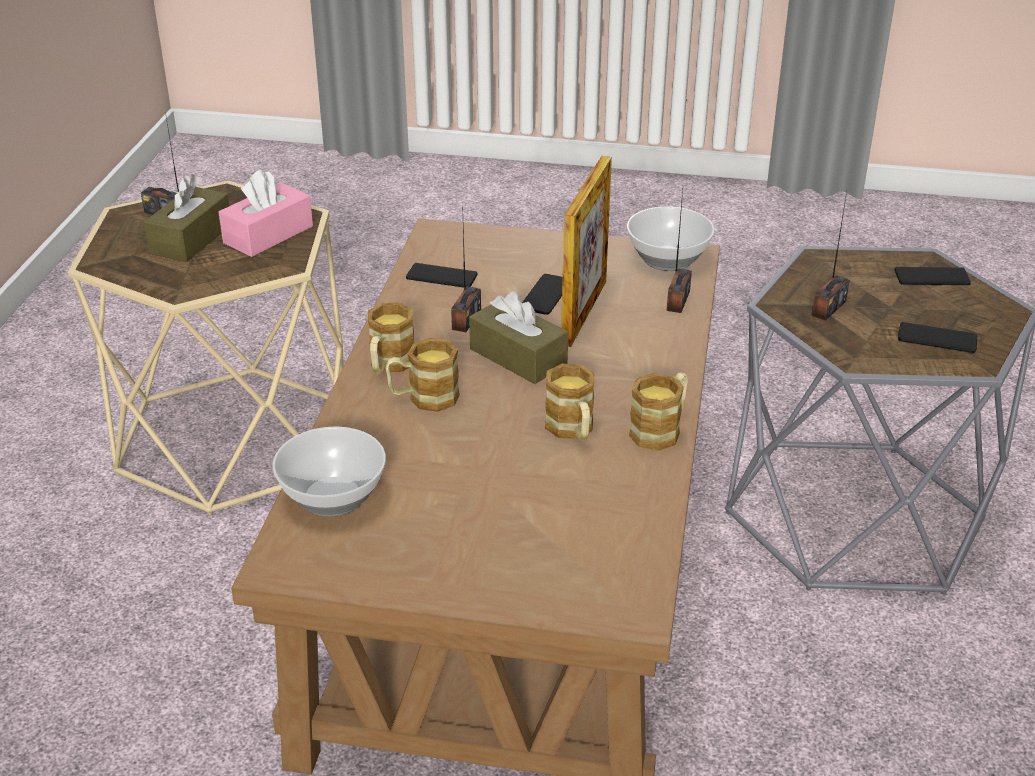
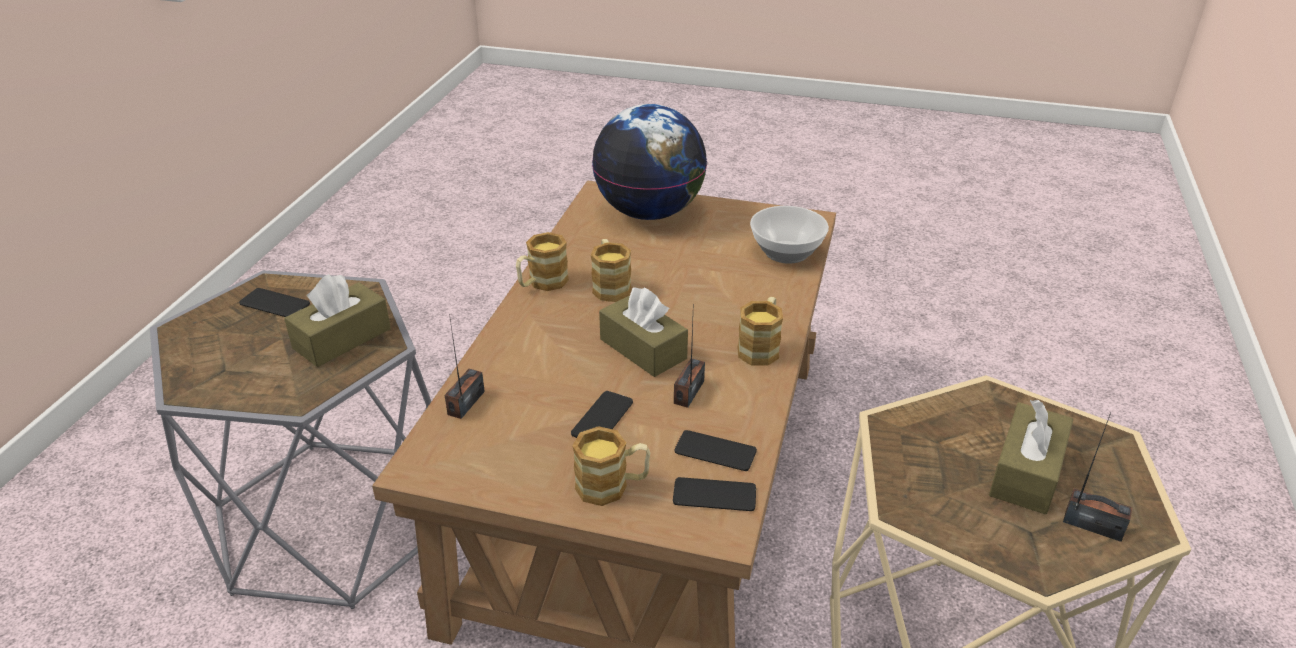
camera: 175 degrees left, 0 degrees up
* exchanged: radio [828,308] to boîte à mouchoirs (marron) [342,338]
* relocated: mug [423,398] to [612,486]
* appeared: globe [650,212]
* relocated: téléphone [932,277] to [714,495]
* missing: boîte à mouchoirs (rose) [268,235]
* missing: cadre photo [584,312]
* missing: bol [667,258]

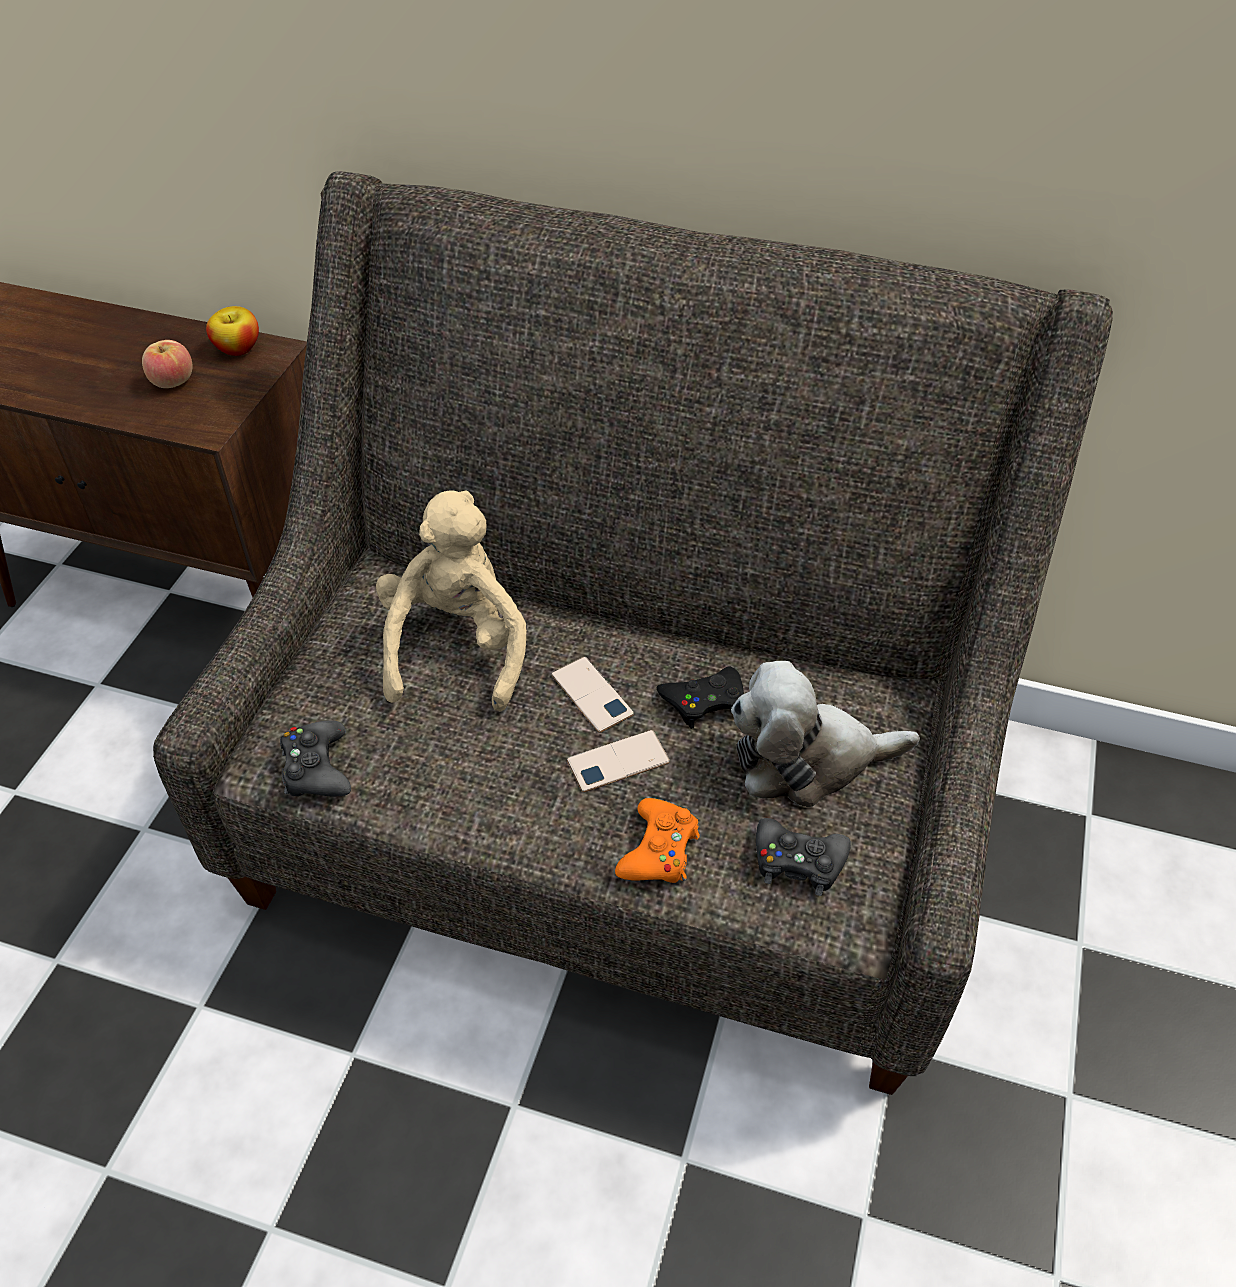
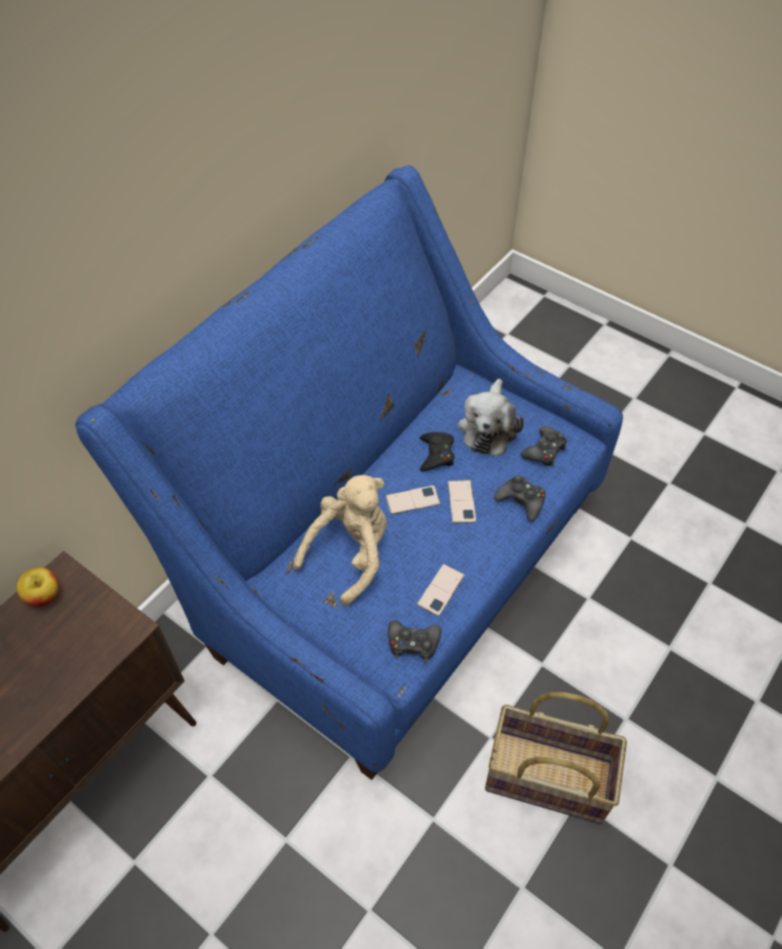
camera: 70 degrees left, 5 degrees up
* colour: canapé (gris) [618,817] to canapé (bleu) [389,565]
* spun: peluche (beige) [456,648] = [350,554] 105 degrees clockwise
* appeared: téléphone [441,590]
* appeared: panier [546,778]
* colour: manette (orange) [659,850] to manette (noir) [521,501]
* missing: pomme [172,382]

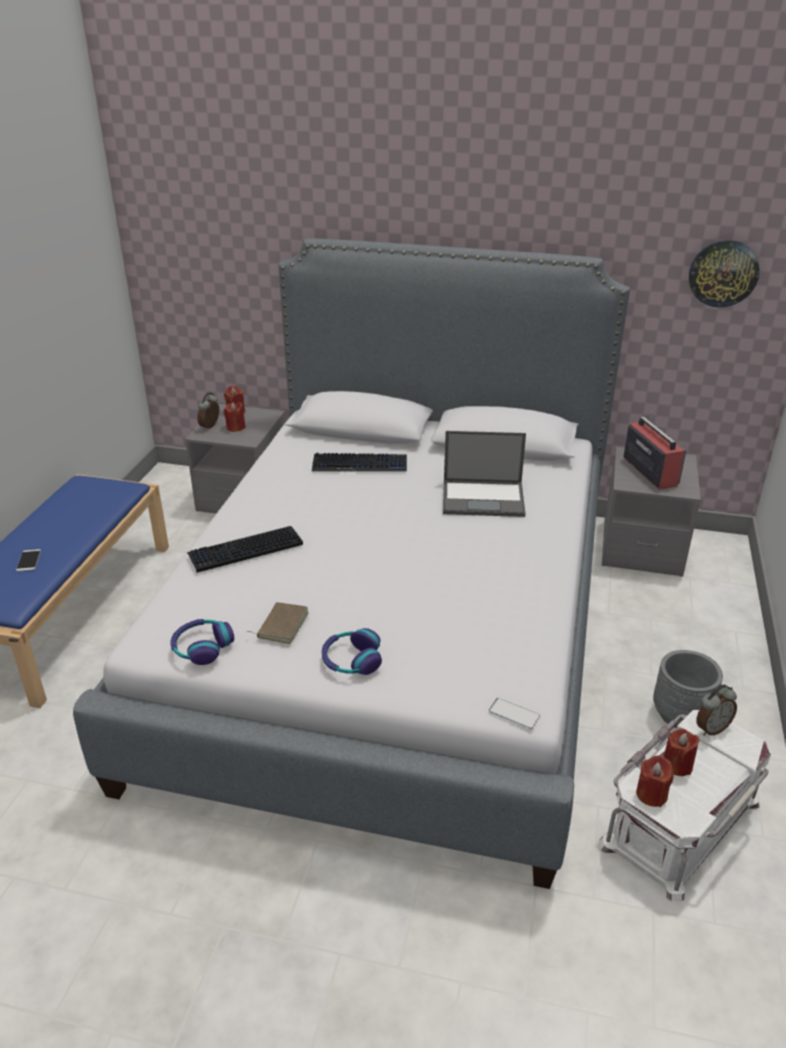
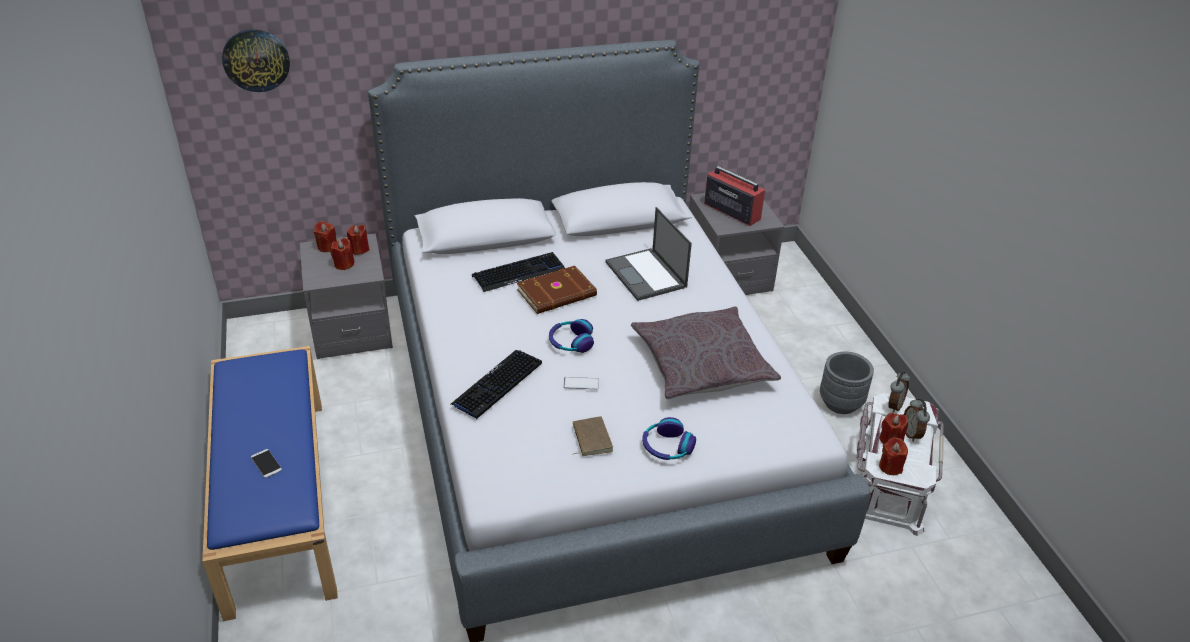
camera: 30 degrees left, 5 degrees up
* relocated: horloge murale [723,273] to [256,60]
* appeared: bougie (rouge) [359,249]
* appeared: livre (marron) [557,293]
* relocated: casque audio [202,647] to [571,342]
* relocated: téléphone [514,713] to [581,383]
* spun: ordinateur portable [484,498] = [646,275] 90 degrees clockwise
* appeared: coussin (gris) [701,364]
* relocated: réveil [211,427] to [912,434]

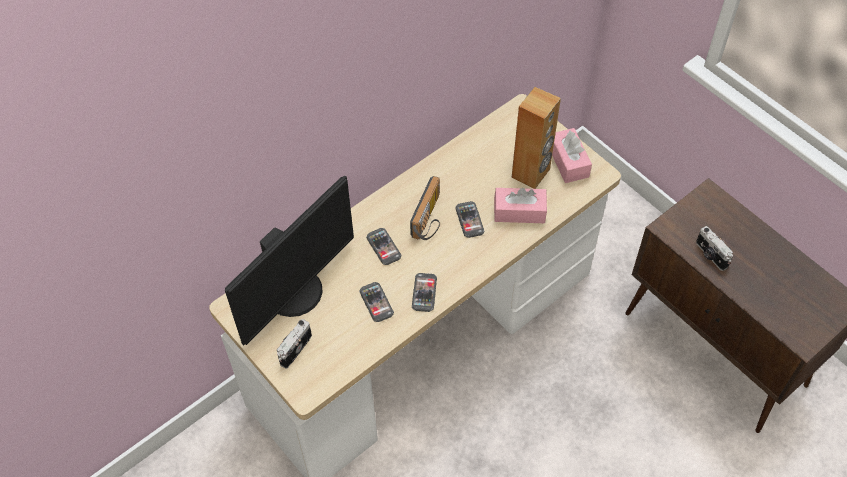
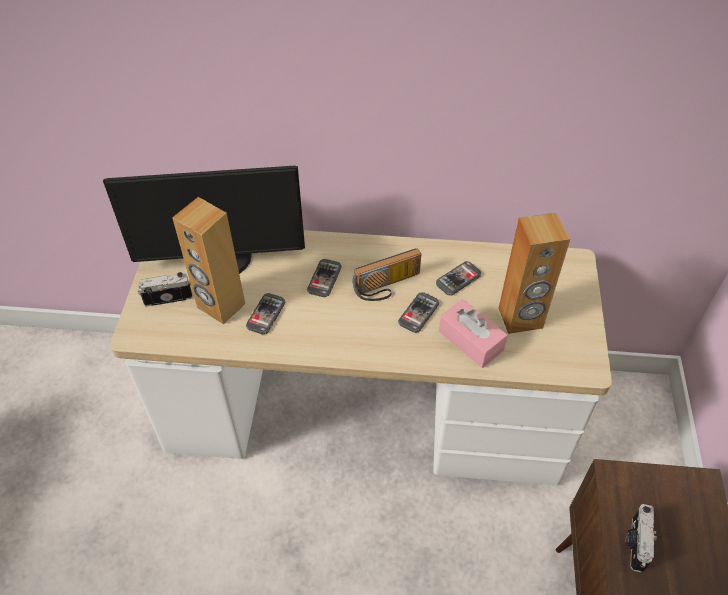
camera: 45 degrees right, 5 degrees down
* appeared: enceinte (marron) [220,306]
* relocated: téléphone [424,293] to [458,279]
* missing: boîte à mouchoirs (rose) [568,162]

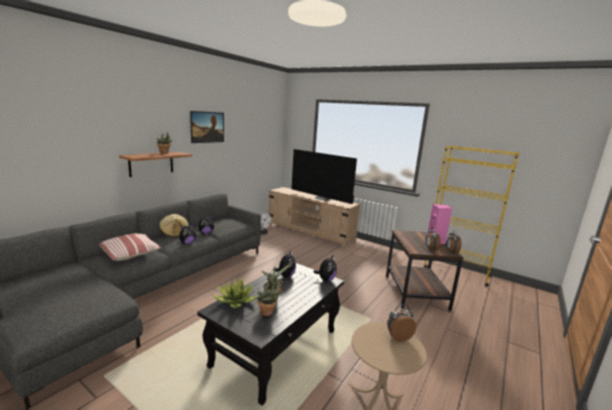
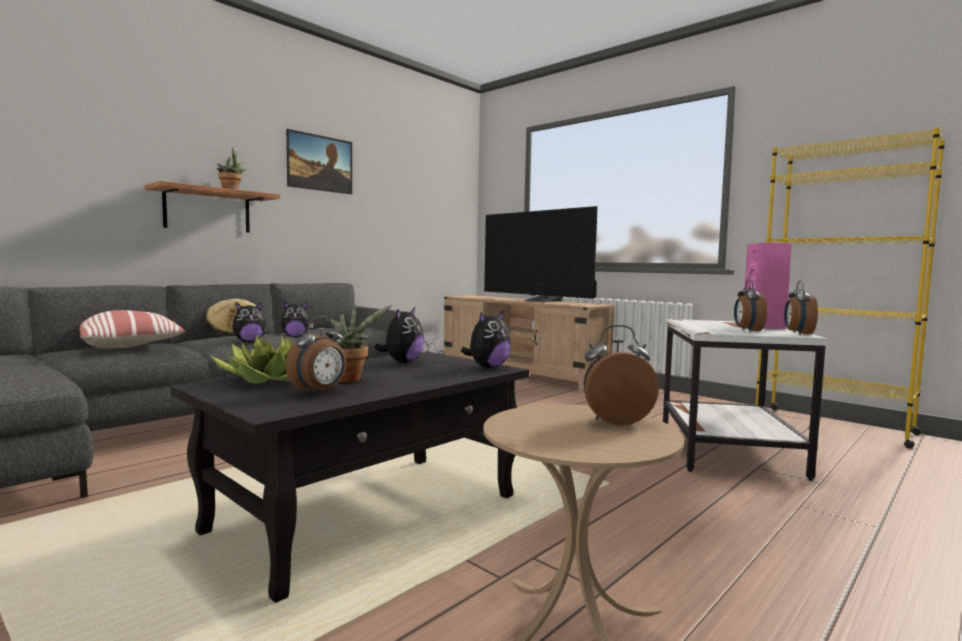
camera: 10 degrees right, 10 degrees down
* exchanged: plante en pot [268,313] to réveil [319,392]
* colour: table d'appoint (marron) [416,293] to table d'appoint (blanc) [729,451]

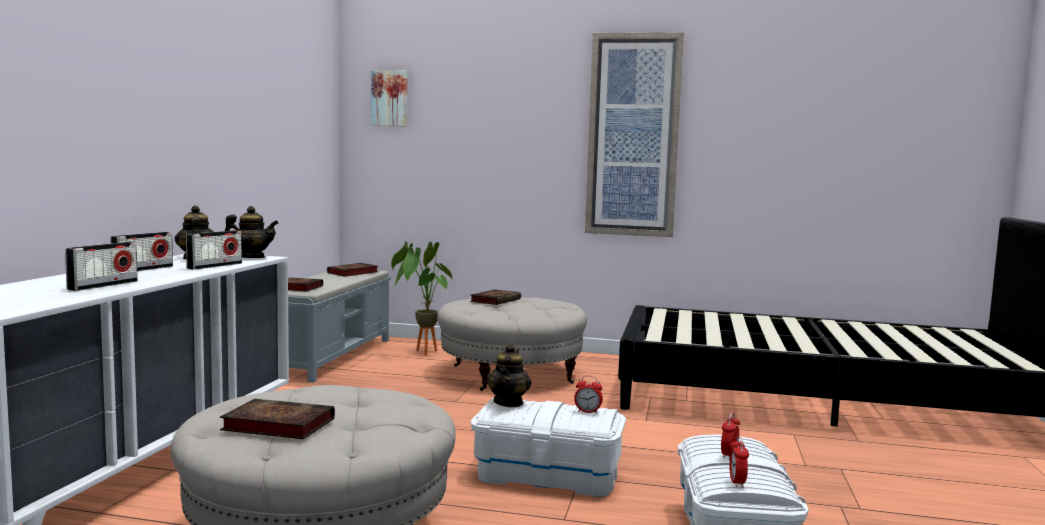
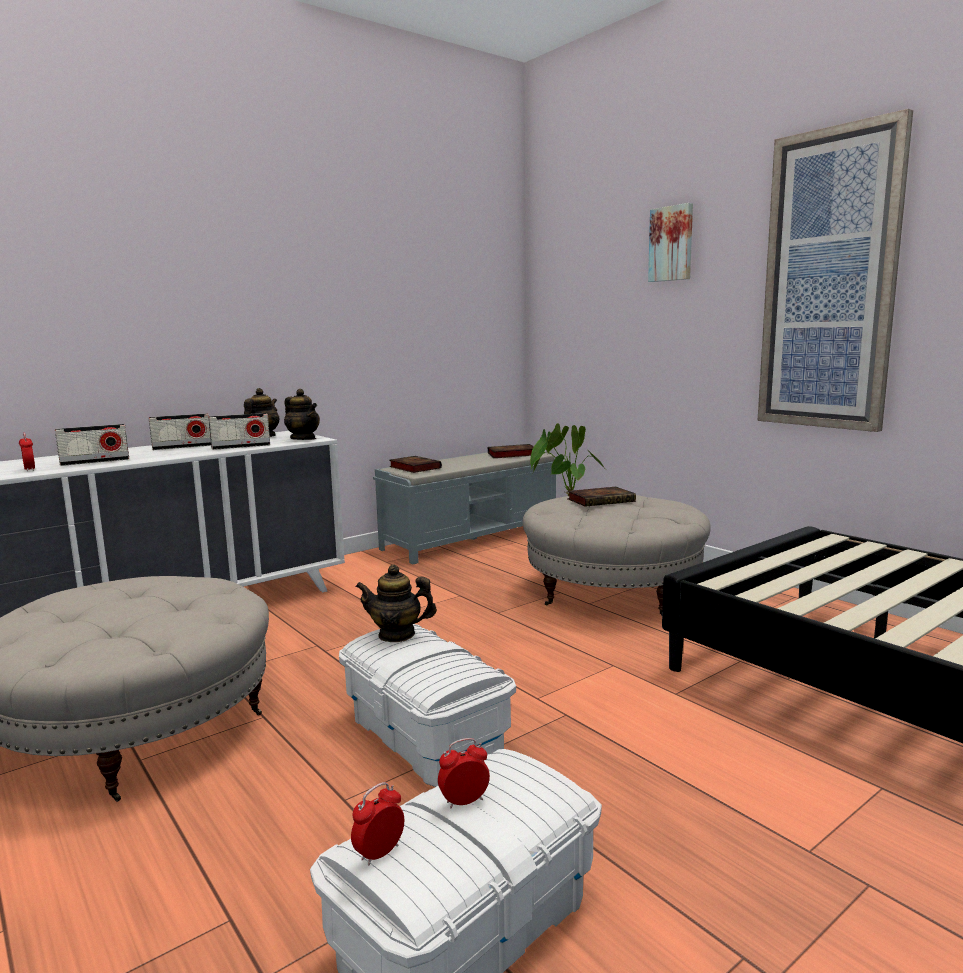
camera: 40 degrees right, 5 degrees up
* relocated: réveil [588,412] to [29,469]
* spun: théière [508,402] = [397,635] 45 degrees clockwise
* relocated: tableau [390,98] to [672,244]
* missing: livre [275,425]

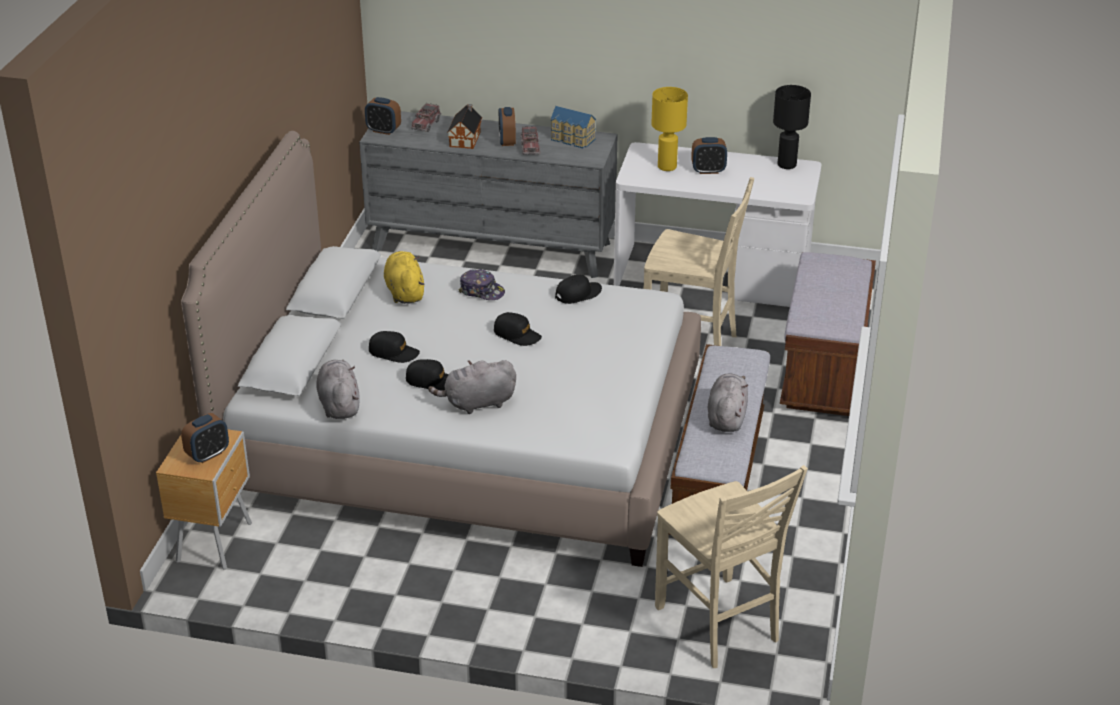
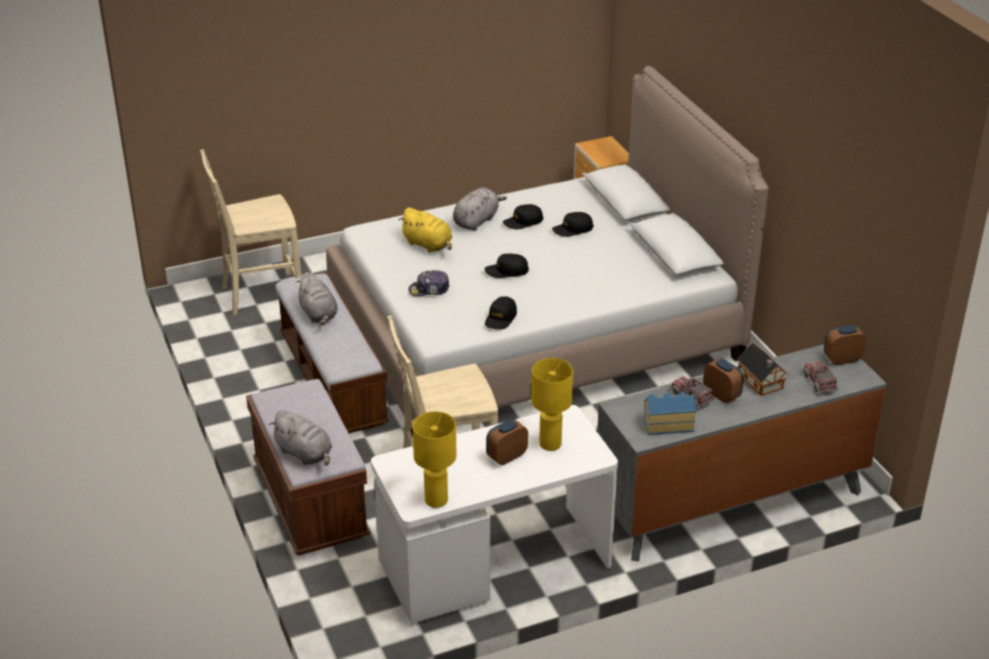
camera: 145 degrees right, 0 degrees up
* spun: chaise (beige) [719,625] = [260,295] 45 degrees counterclockwise
* relocated: peluche (gris) [339,404] to [305,454]
* relocated: peluche (jaune) [404,292] to [428,245]
* relocated: casquette [482,291] to [429,290]
* colour: lampe de table (noir) [786,165] to lampe de table (jaune) [436,500]
* missing: réveil [208,454]

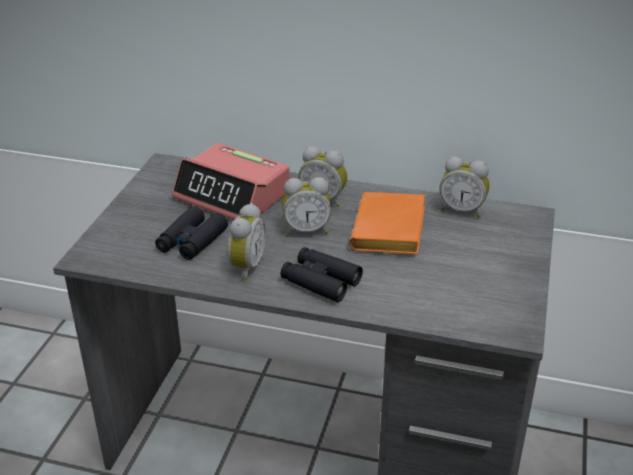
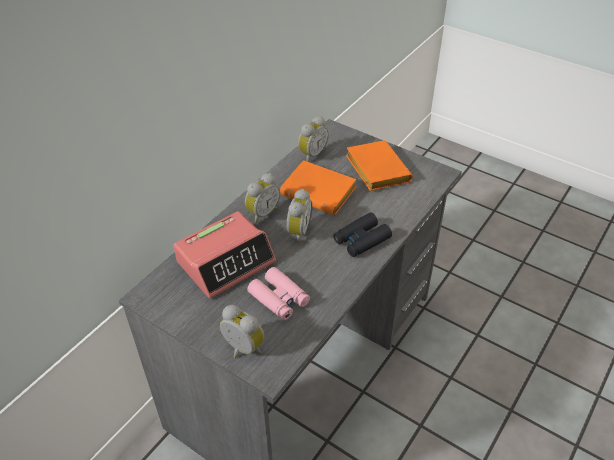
camera: 70 degrees left, 10 degrees up
* relocated: réveil [245,267] to [242,349]
* colour: jumelles (noir) [192,241] to jumelles (rose) [279,298]
* appeared: livre (orange) [375,170]

